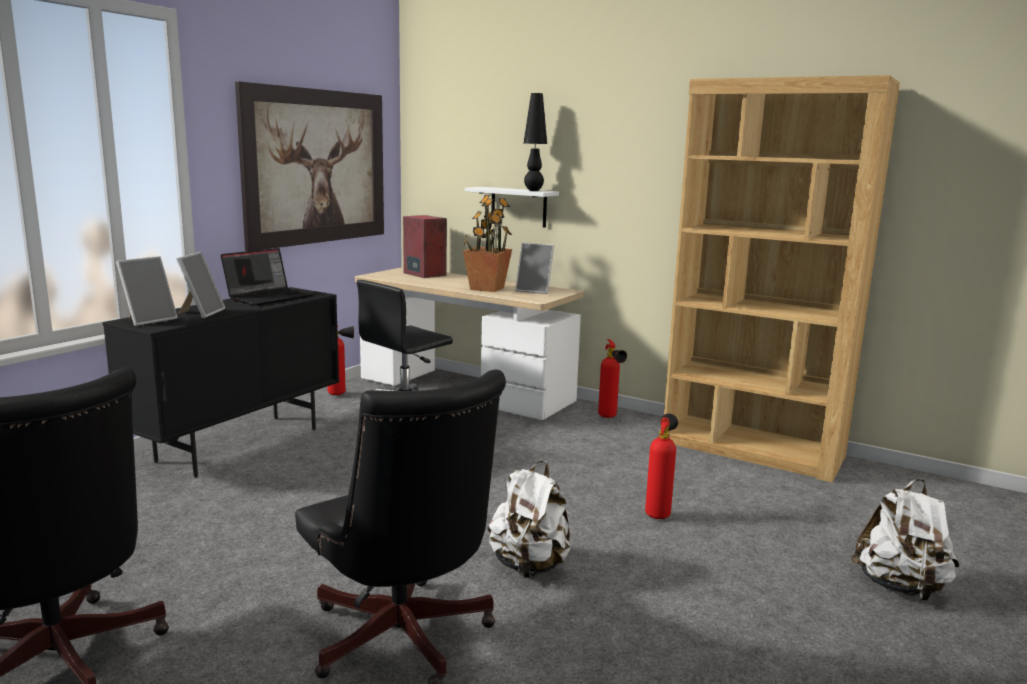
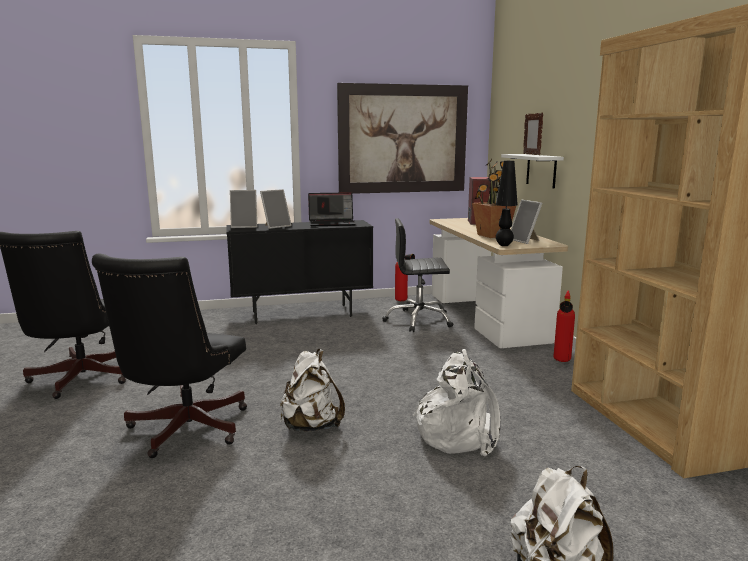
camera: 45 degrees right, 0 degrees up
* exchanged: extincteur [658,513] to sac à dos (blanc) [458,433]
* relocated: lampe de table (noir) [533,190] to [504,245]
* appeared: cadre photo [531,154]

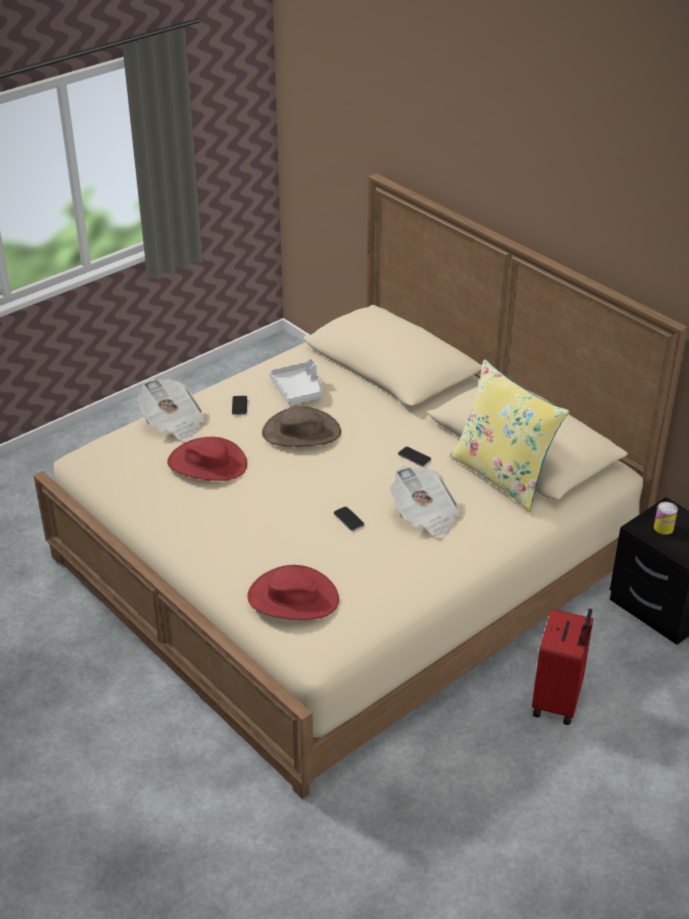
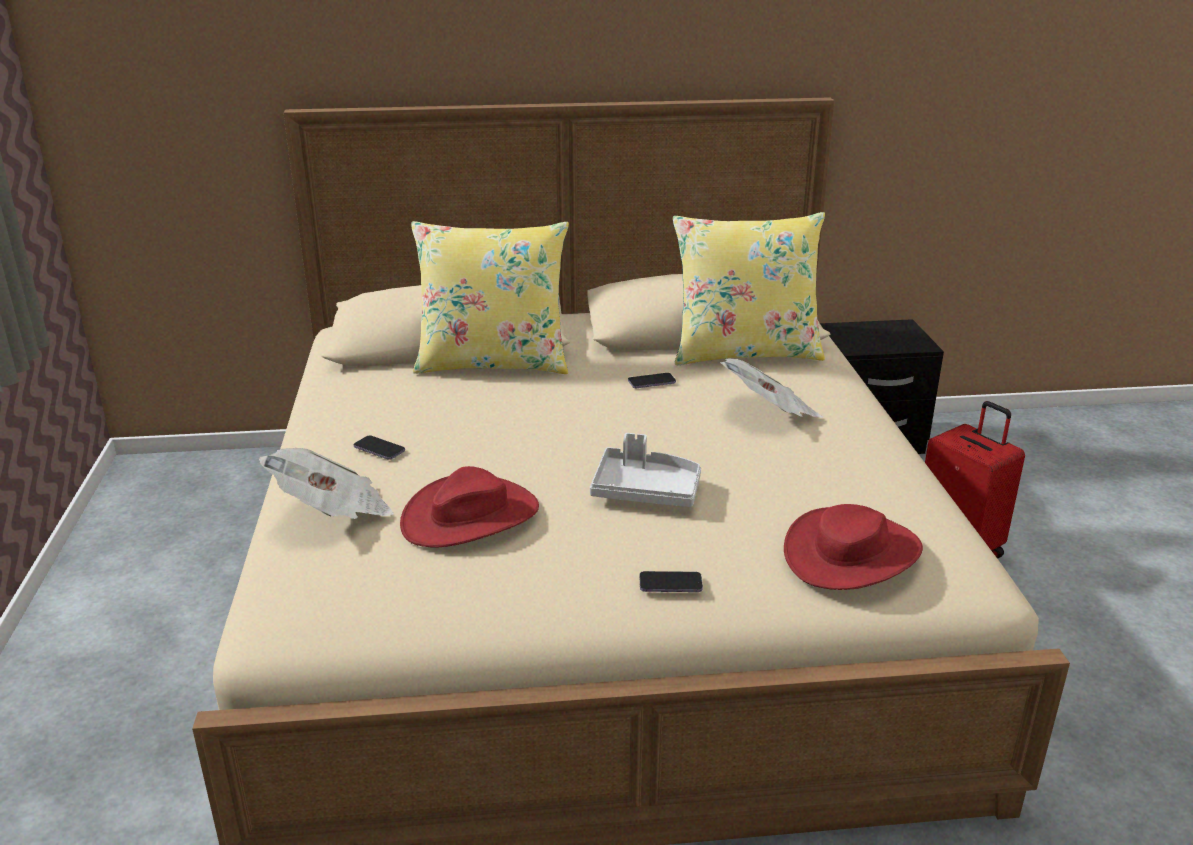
camera: 55 degrees left, 10 degrees down
* appeared: coussin (jaune) [493,363]
* relocated: plateau (gris) [298,390] to [645,490]
* relocated: téléphone [348,519] to [670,584]
* missing: chapeau (marron) [301,432]
* missing: boîte métallique [663,528]

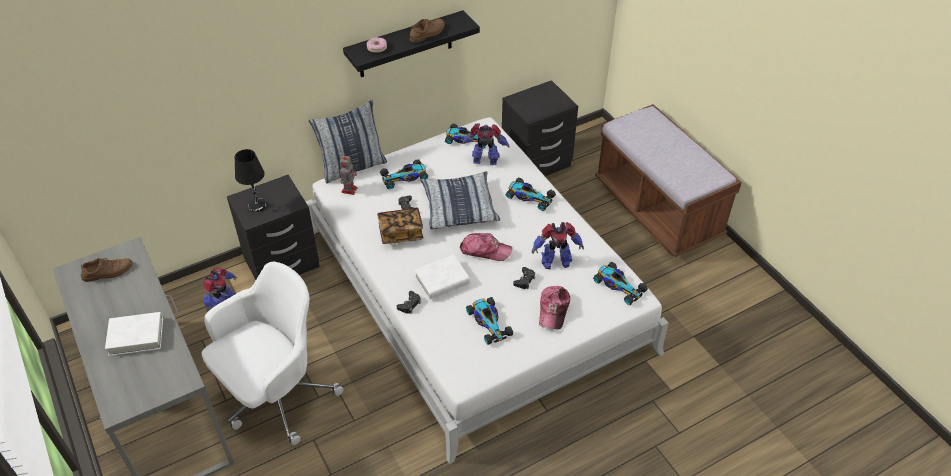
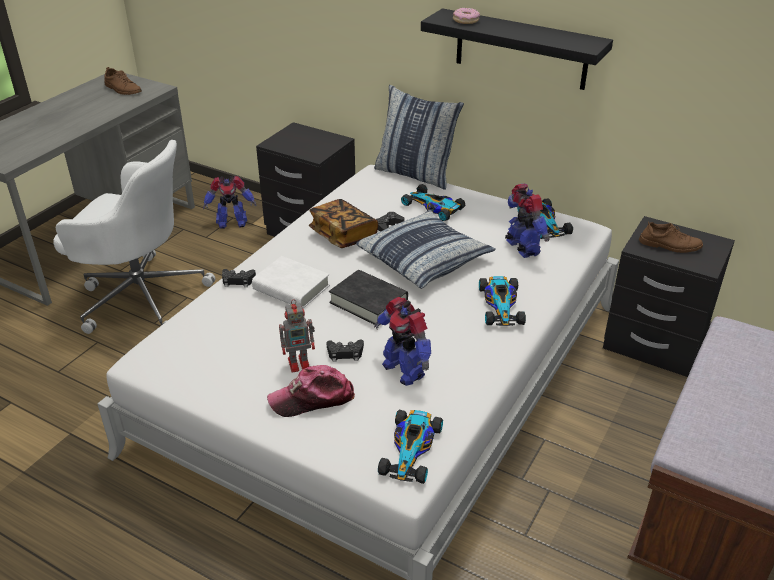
camera: 60 degrees right, 10 degrees down
* relocated: robot jouet [349,189] to [300,363]
* exchanged: casquette [485,250] to livre (noir) [368,302]
* relocated: chaussure (marron) [427,33] to [669,245]
* missing: livre (blanc) [136,336]
* missing: lampe de table (noir) [258,206]
* missing: petite voiture [488,322]

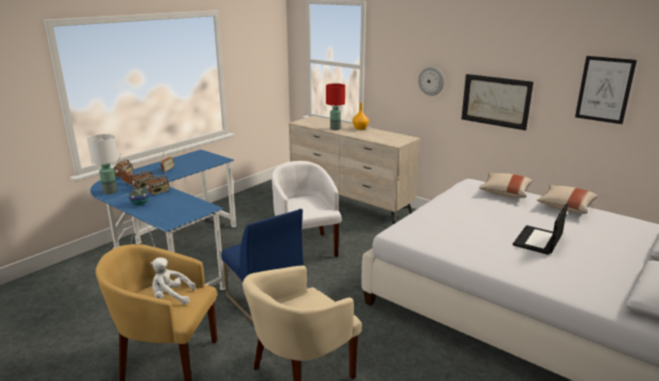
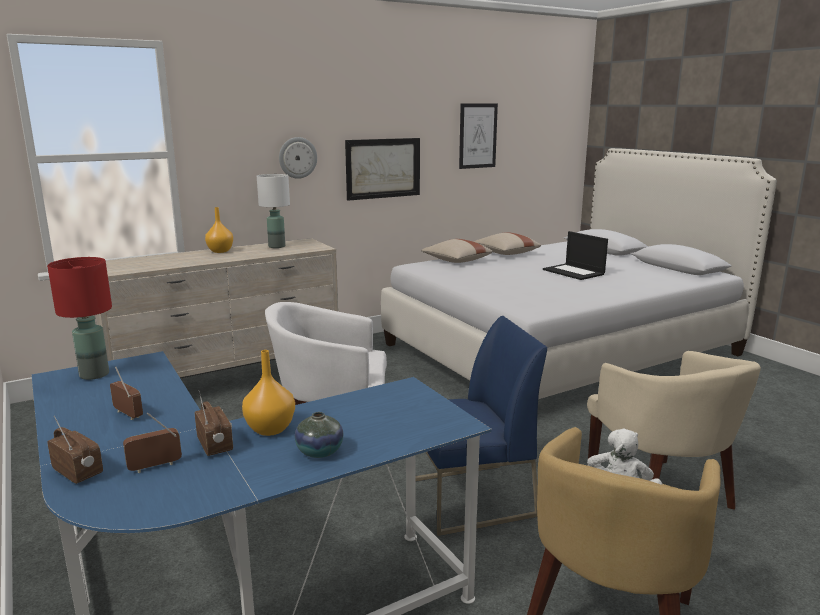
camera: 70 degrees left, 5 degrees down
* relocated: lampe de table (rouge) [335,129] to [94,375]
* exchanged: radio [159,192] to vase (orange) [269,429]
* relocated: lampe de table (blanc) [110,191] to [276,246]

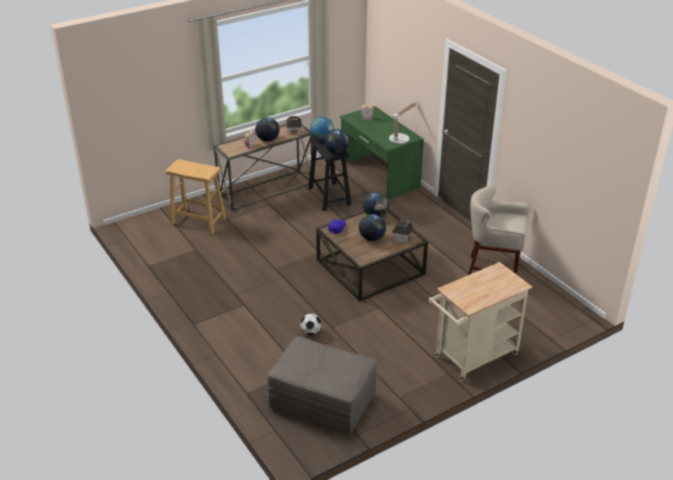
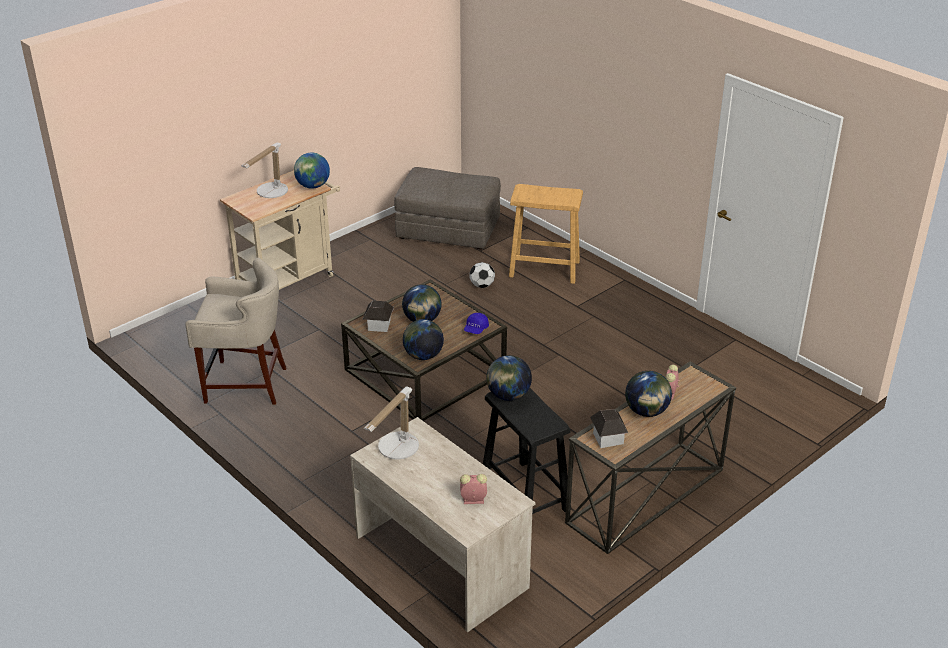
camera: 170 degrees right, 0 degrees up
* appeared: lampe de table [269,193]
* relocated: globe [322,139] to [313,186]
* colour: bureau (vert) [379,175] to bureau (beige) [442,561]
* relocated: tabouret (beige) [198,221] to [545,269]

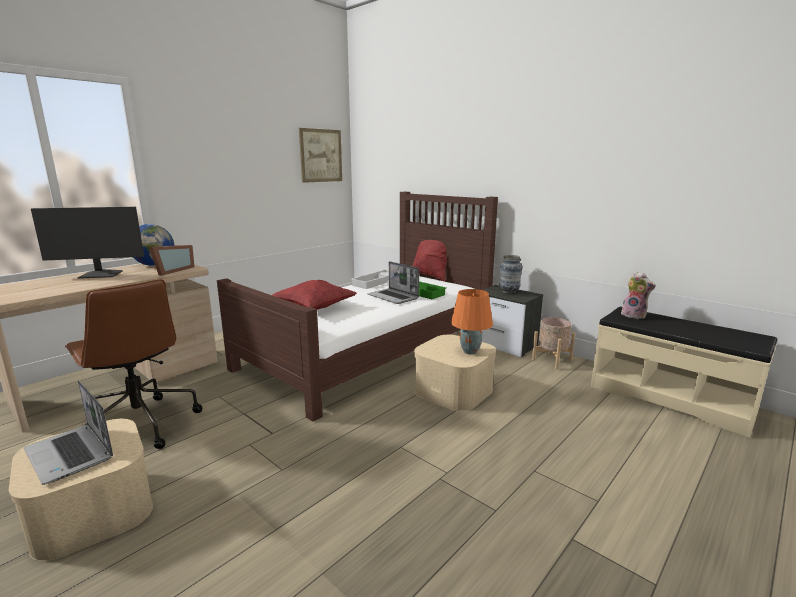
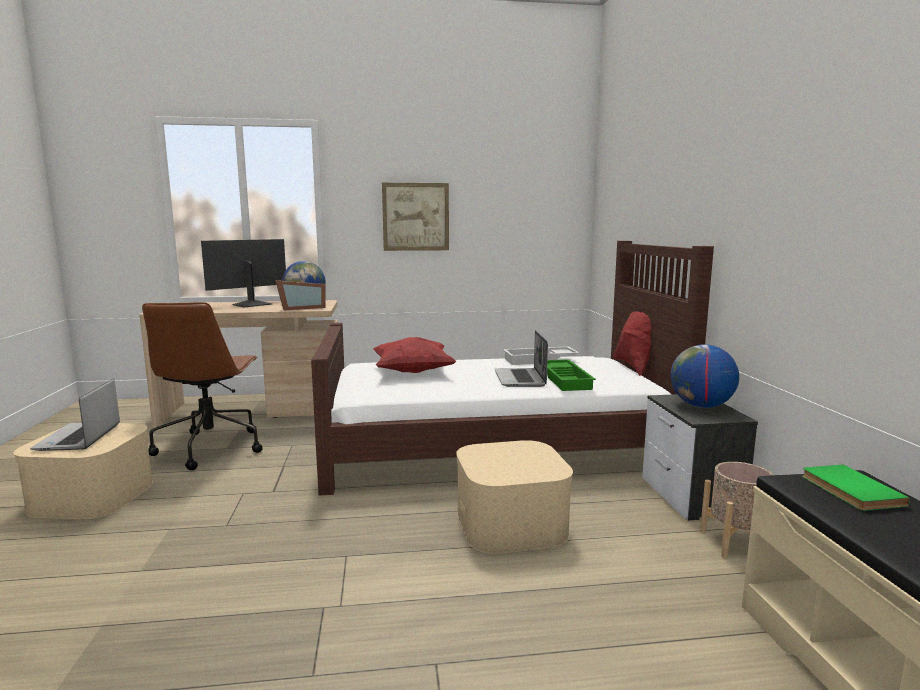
camera: 40 degrees right, 5 degrees down
* spun: écran d'ordinateur [100,275] = [251,304] 105 degrees clockwise
* relocated: tableau [321,155] to [415,217]
* exchanged: vase [509,292] to globe [701,406]
* exchanged: peluche [634,315] to livre (vert) [848,490]
* missing: lampe de table (orange) [470,351]

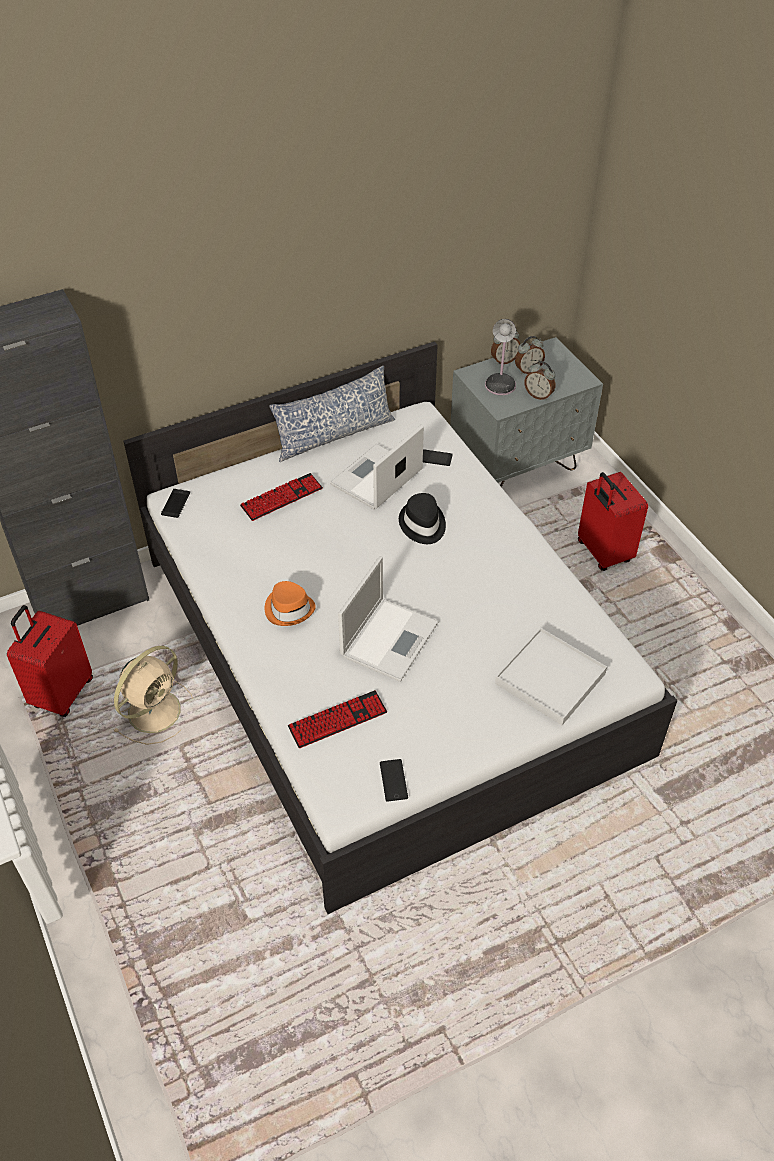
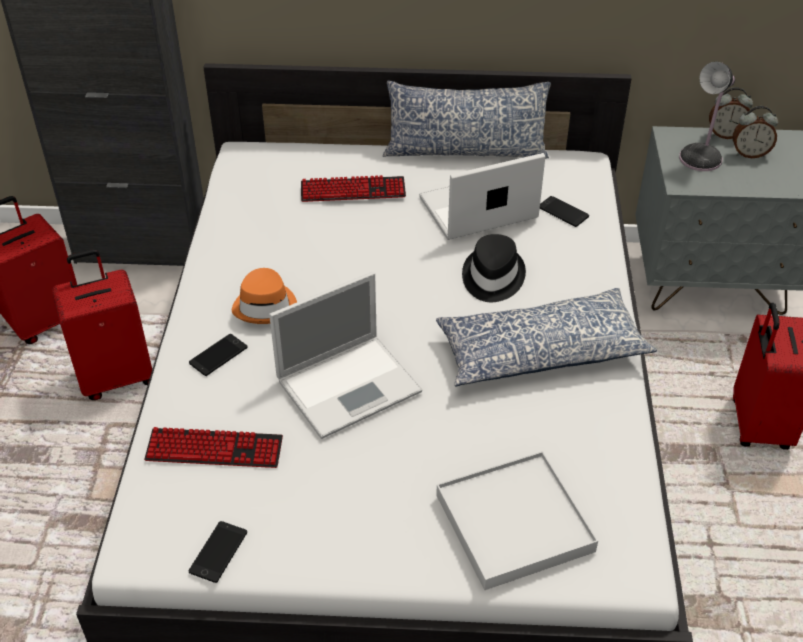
camera: 30 degrees right, 5 degrees down
* exchanged: ventilateur (beige) [156,710] to valise (rouge) [117,377]
* relocated: téléphone [175,503] to [218,355]
* appeared: coussin [540,351]
* missing: réveil [538,395]

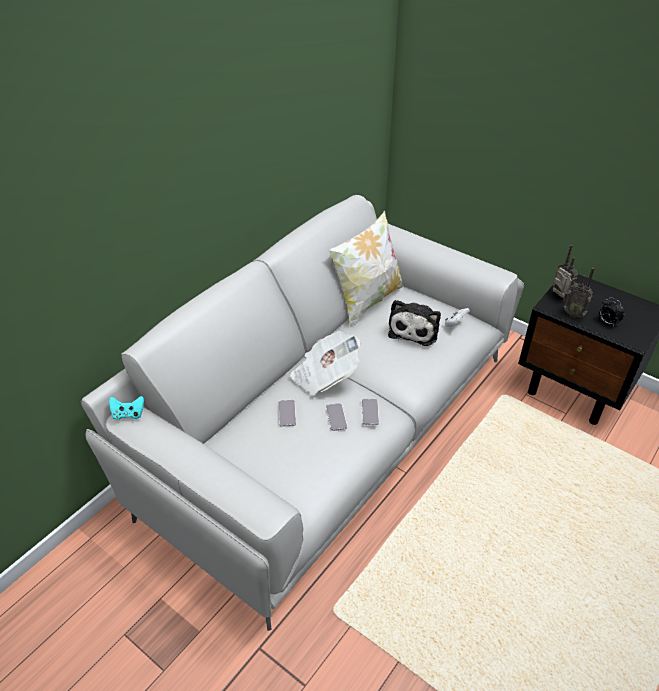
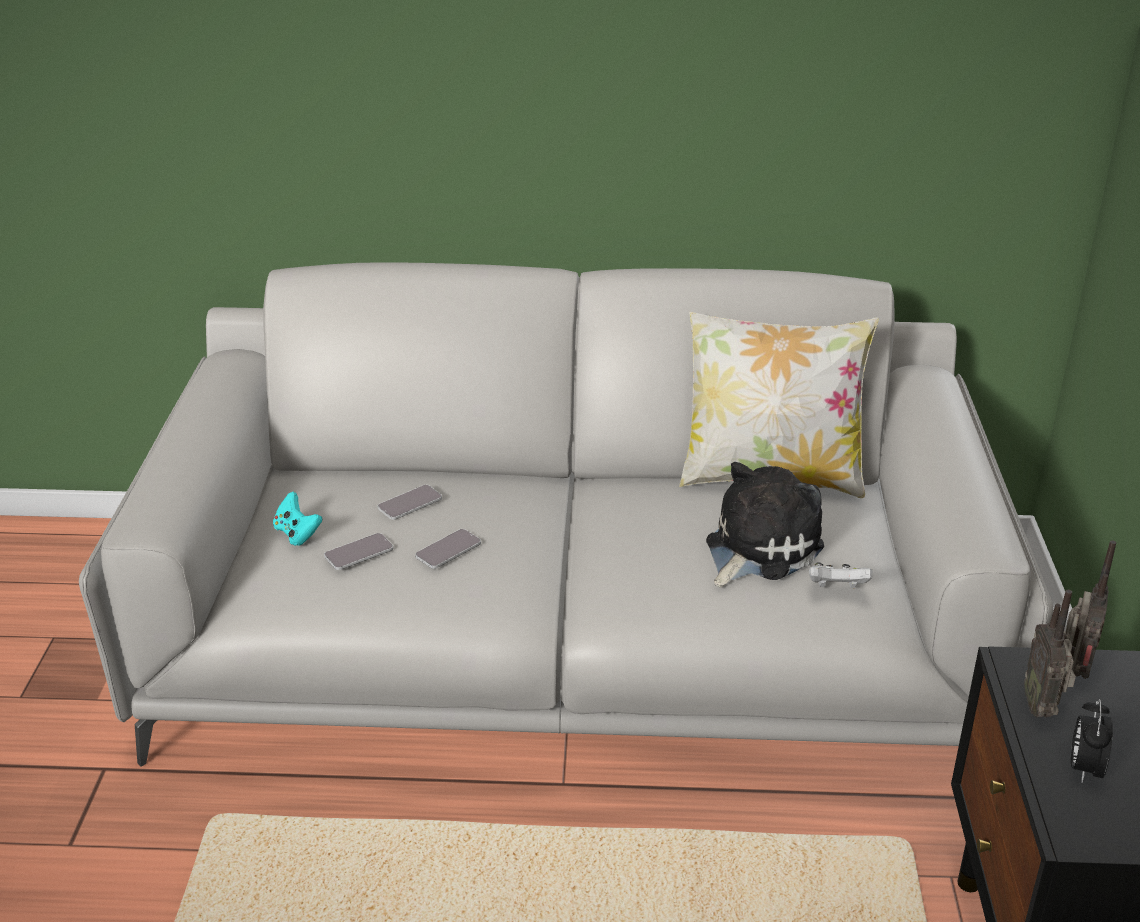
camera: 55 degrees right, 10 degrees down
* relocated: manette (turquoise) [128,414] to [297,534]
* relocated: téléphone [370,412] to [359,553]
* spun: peluche [414,329] = [758,548] 150 degrees clockwise
* missing: journal [325,375]

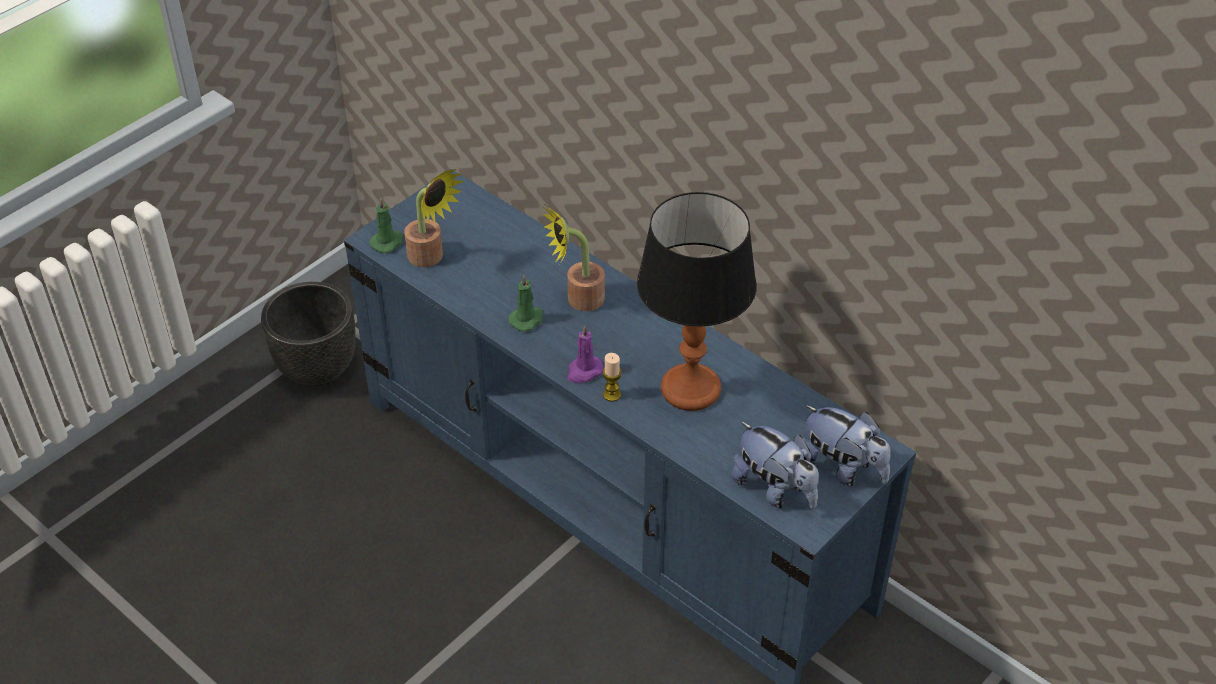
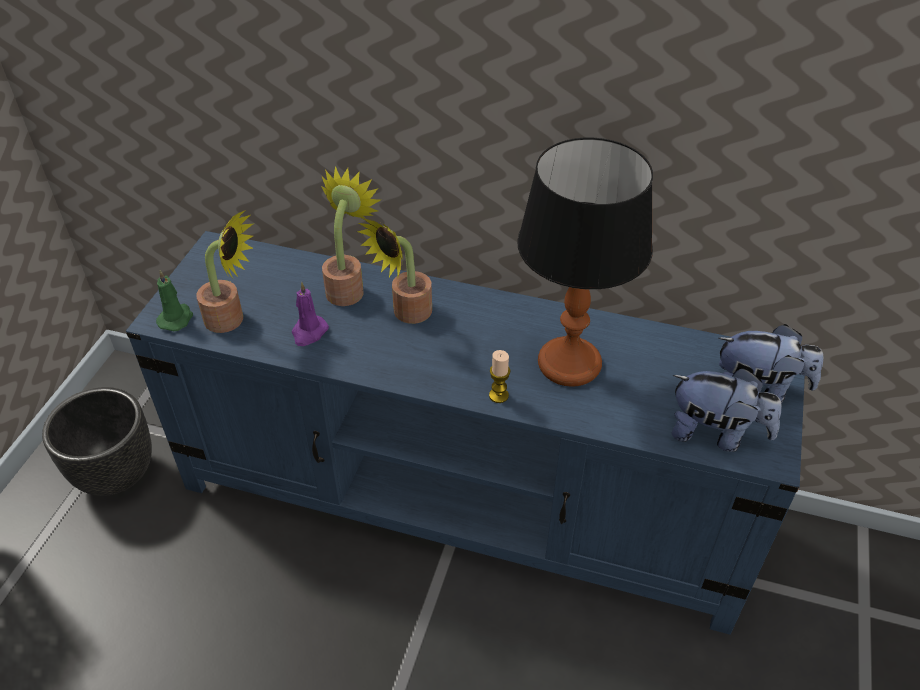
camera: 25 degrees left, 0 degrees up
* relocated: bougie (violet) [584,371] to [309,332]
* appeared: plante en pot [348,287]
* missing: bougie (vert) [527,319]

